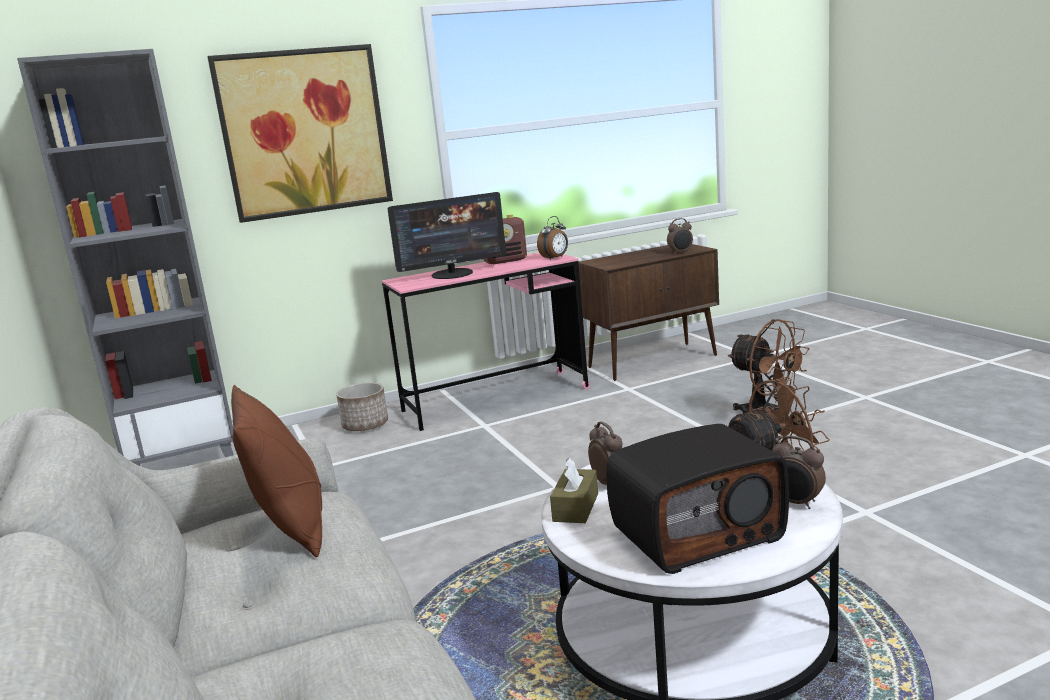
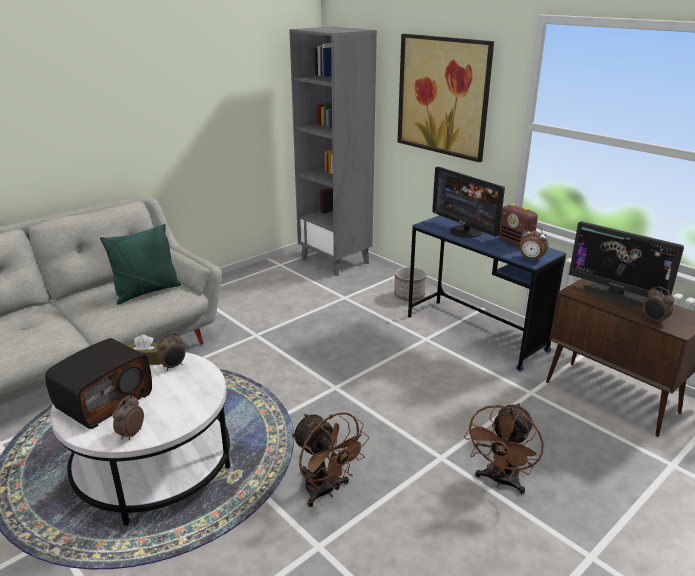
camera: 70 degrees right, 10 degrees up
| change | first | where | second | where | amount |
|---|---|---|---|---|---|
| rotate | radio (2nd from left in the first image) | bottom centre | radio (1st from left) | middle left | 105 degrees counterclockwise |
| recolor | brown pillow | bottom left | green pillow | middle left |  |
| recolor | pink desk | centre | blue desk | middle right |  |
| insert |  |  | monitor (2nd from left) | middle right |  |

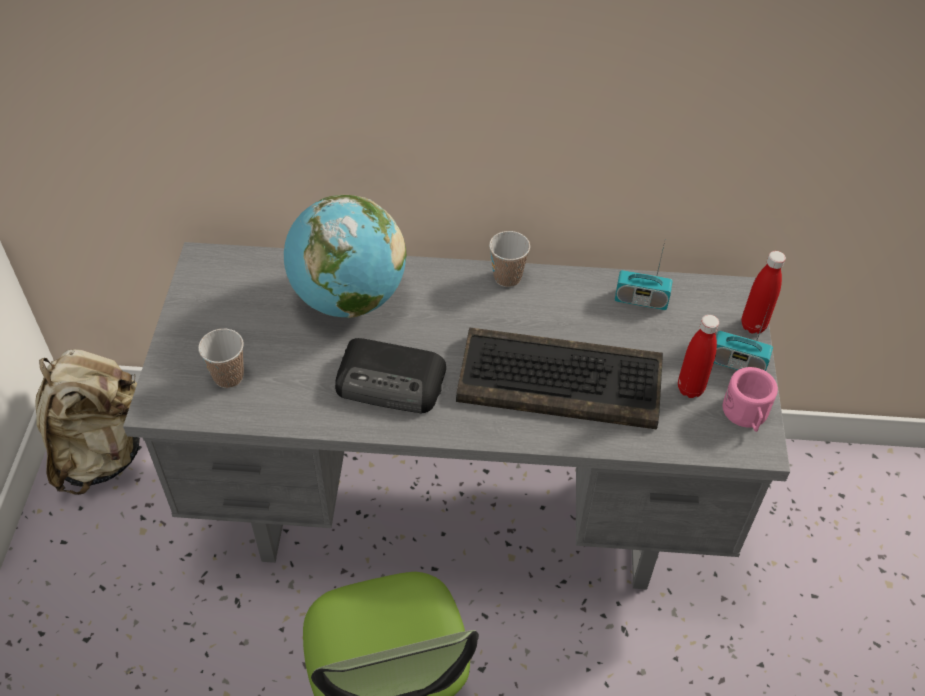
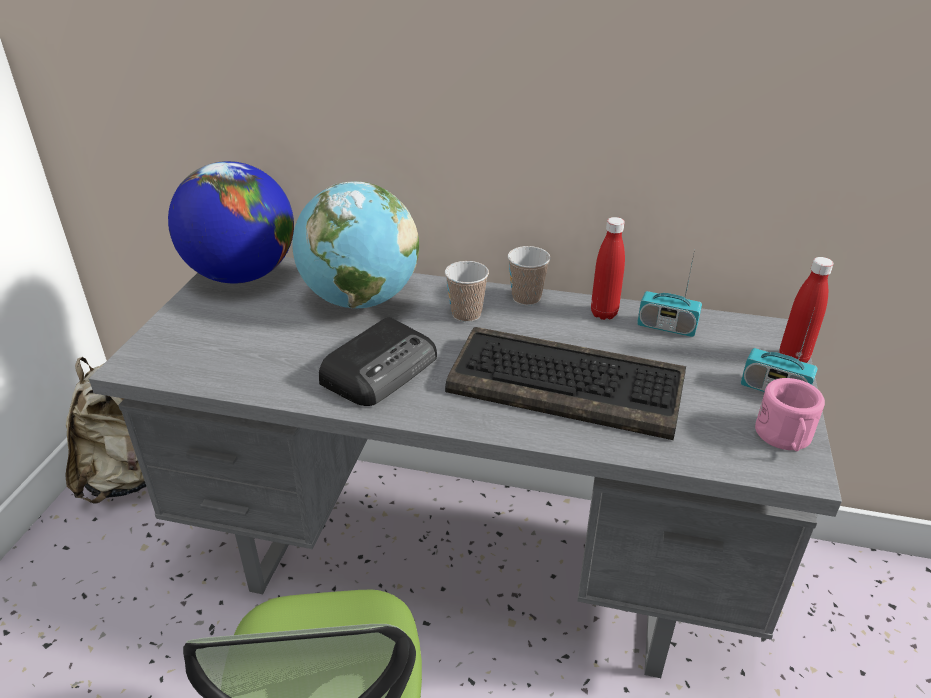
camera: 10 degrees right, 15 degrees down
| change | first | where | second | where | amount |
|---|---|---|---|---|---|
| insert |  |  | globe (1st from left) | top left |  |
| rotate | radio (1st from left) | centre |  | centre | 75 degrees counterclockwise |
| move | cup (1st from left) | middle left |  | centre |  |
| move | red bottle (1st from left) | middle right |  | centre |  |

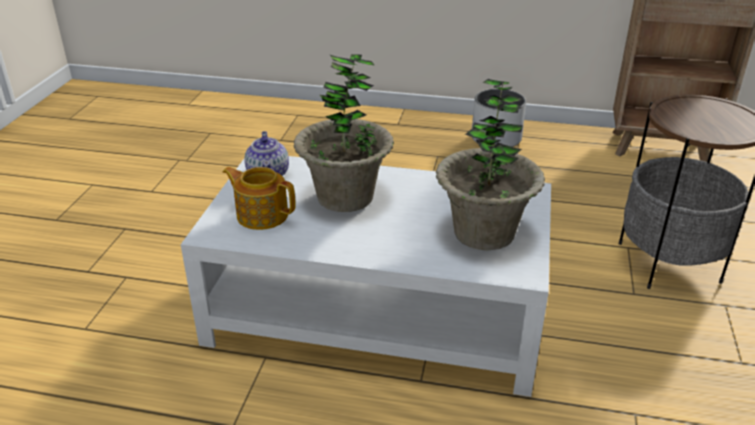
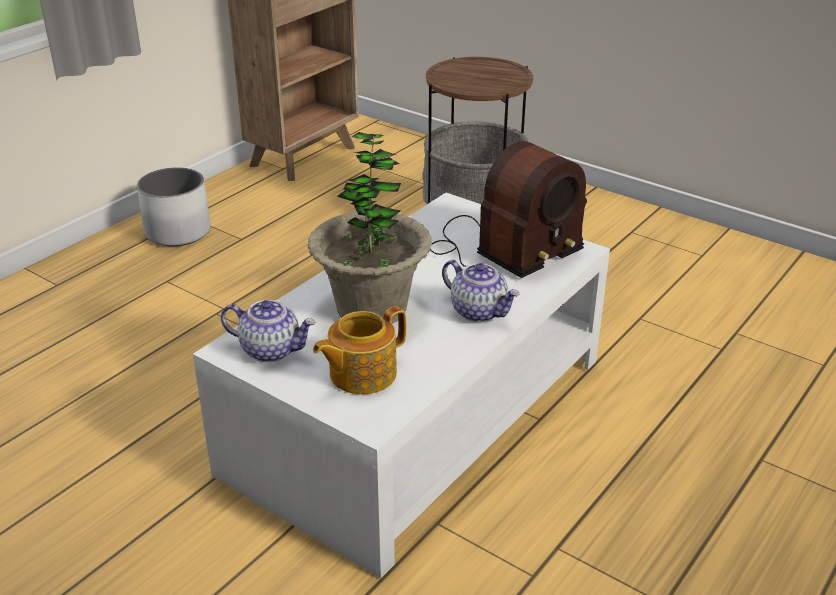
camera: 65 degrees left, 0 degrees up
| change | first | where | second | where | amount |
|---|---|---|---|---|---|
| replace | potted plant (2nd from left) | centre | radio | centre |  |
| insert |  |  | teapot (3rd from left) | centre |  |

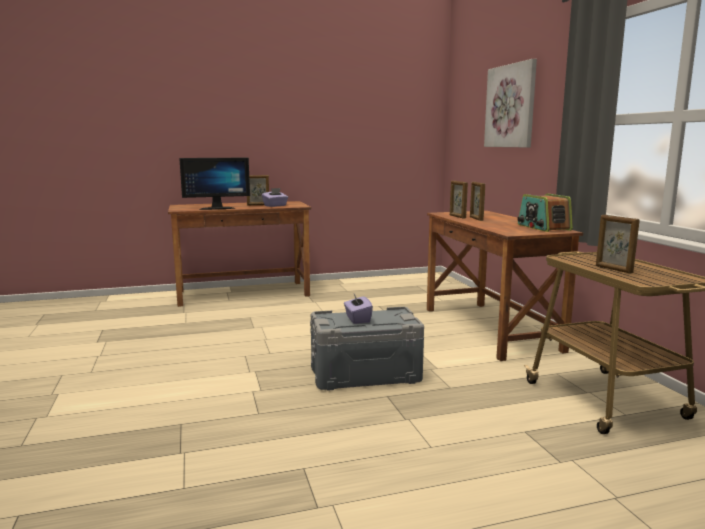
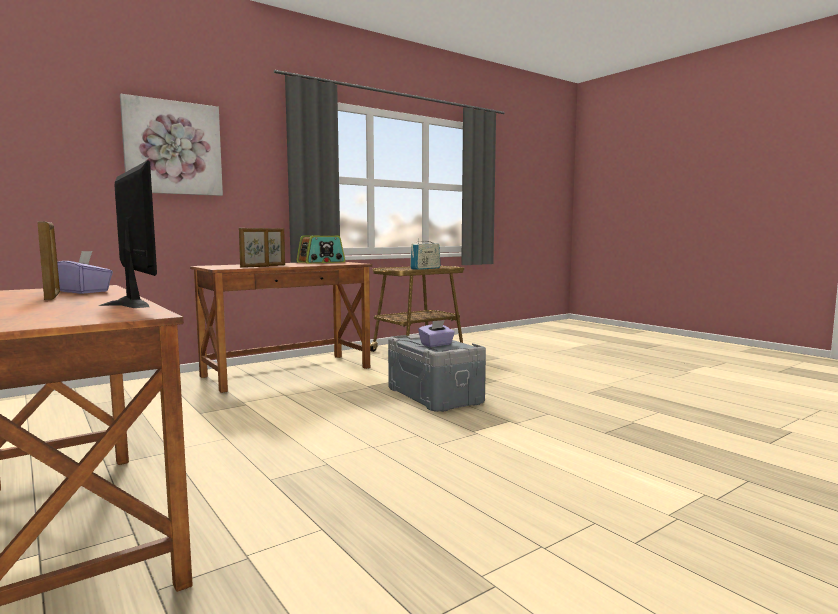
camera: 110 degrees left, 5 degrees down
| change | first | where | second | where | amount |
|---|---|---|---|---|---|
| replace | picture frame (4th from left) | middle right | radio (2nd from left) | centre |  |

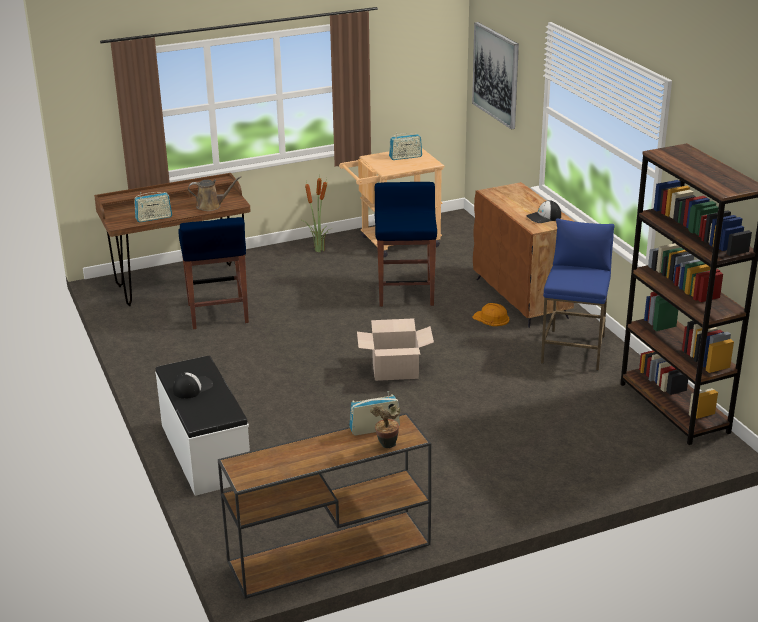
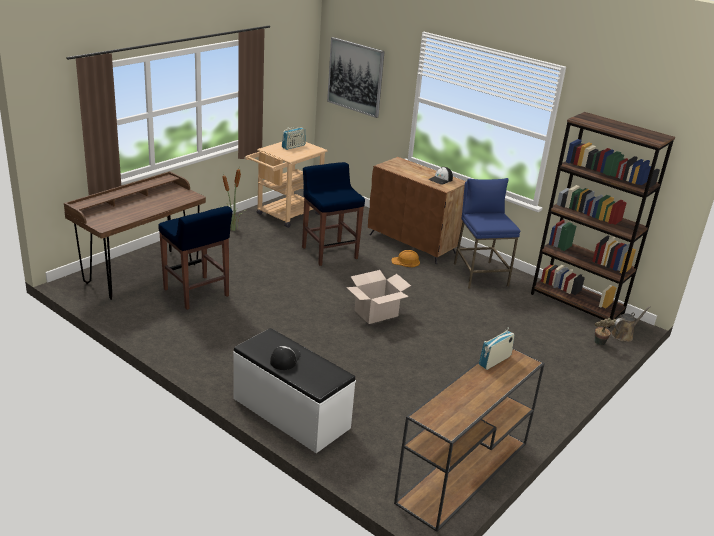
camera: 30 degrees left, 0 degrees up
| change | first | where | second | where | amount |
|---|---|---|---|---|---|
| move | potted plant (2nd from left) | bottom centre |  | middle right |  |
| move | brown watering can | top left |  | middle right |  |
| delete | radio (1st from left) | top left |  |  |  |

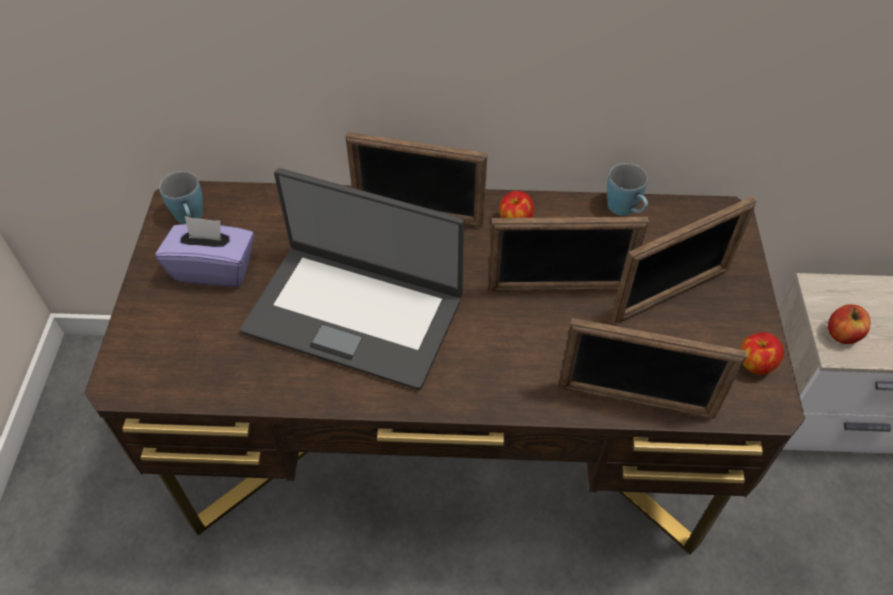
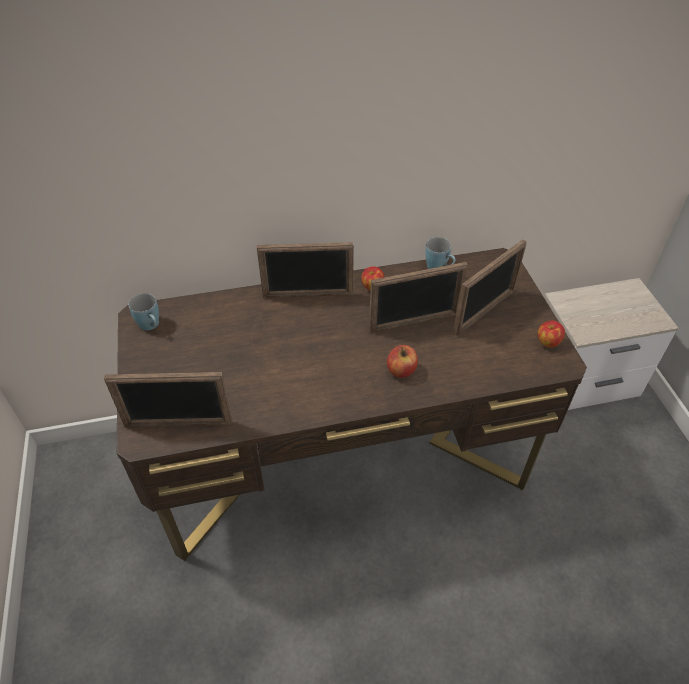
camera: 15 degrees left, 5 degrees down
| change | first | where | second | where | amount |
|---|---|---|---|---|---|
| move | picture frame (3rd from left in the first image) | middle right | picture frame (1st from left) | middle left |  |
| move | apple (3rd from left in the first image) | middle right | apple (2nd from left) | centre |  |
| delete | purple tissue box | middle left |  |  |  |
| delete | laptop | centre |  |  |  |

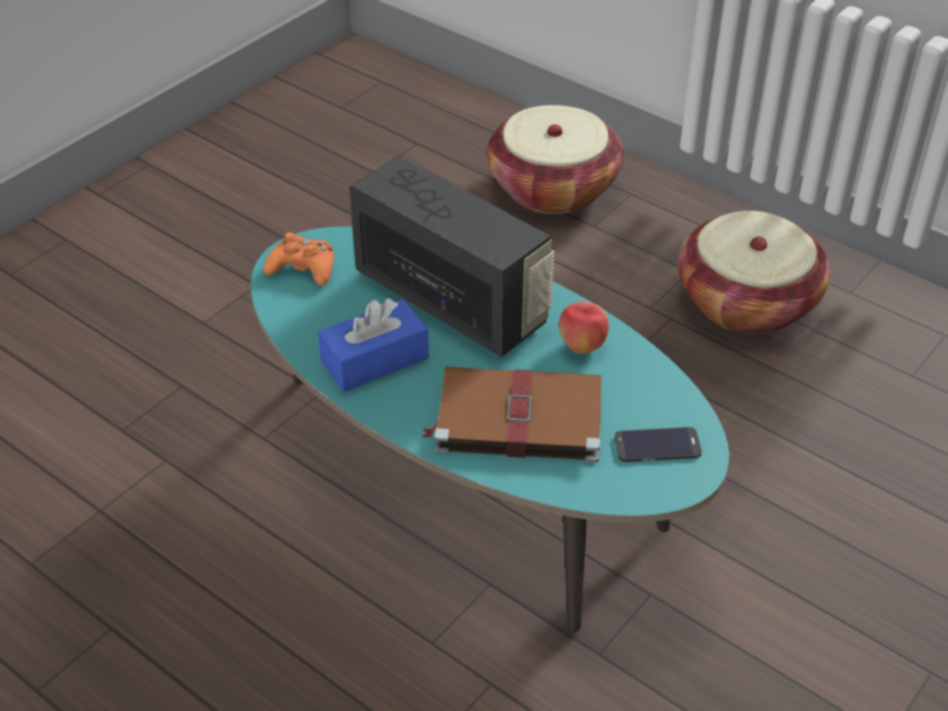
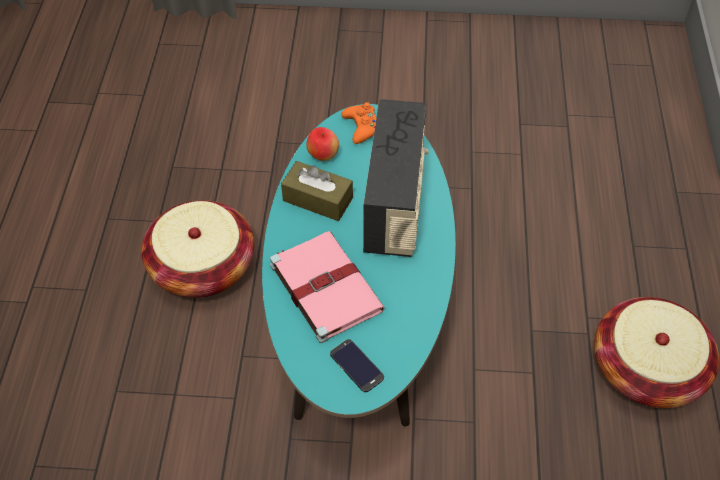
camera: 55 degrees right, 10 degrees up
| change | first | where | second | where | amount |
|---|---|---|---|---|---|
| move | basket (1st from left) | top centre |  | middle left |  |
| recolor | brown book | centre | pink book | centre |  |
| recolor | blue tissue box | centre | brown tissue box | centre |  |
| move | apple | centre |  | top centre |  |

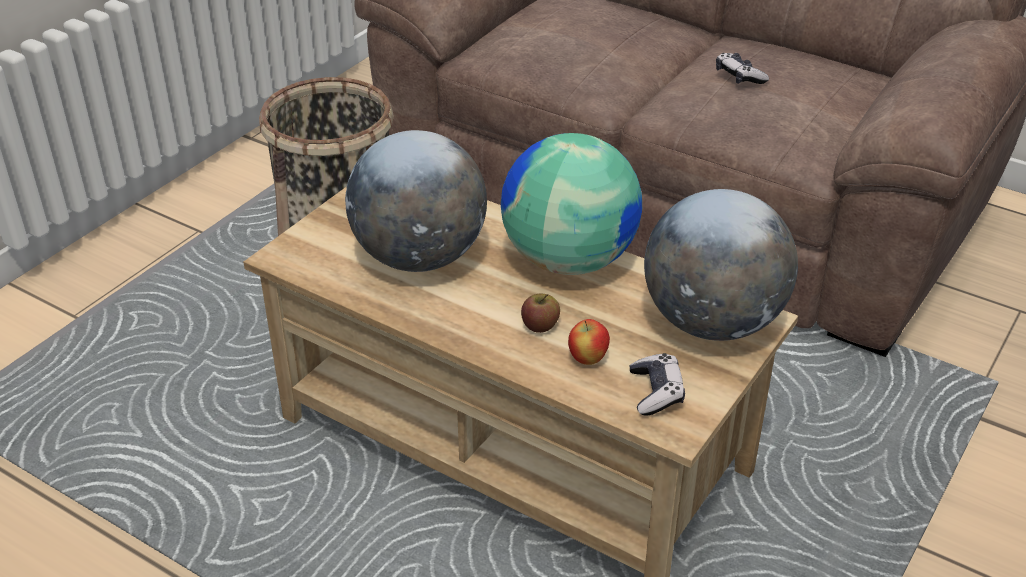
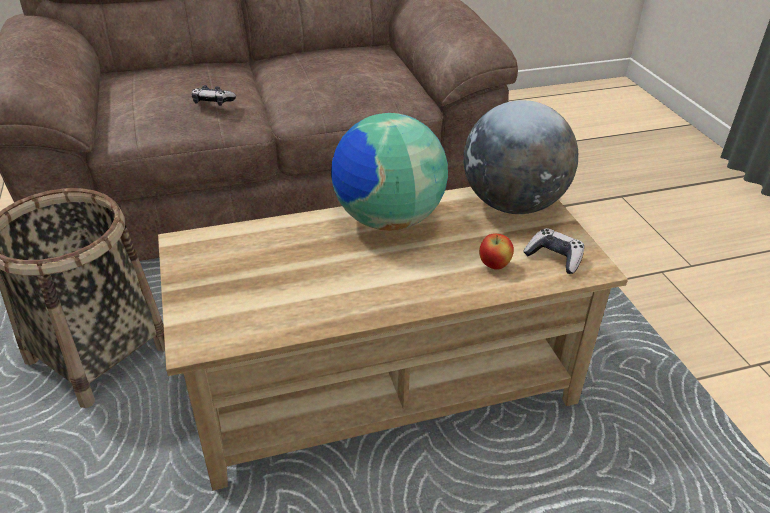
camera: 50 degrees left, 0 degrees up
| change | first | where | second | where | amount |
|---|---|---|---|---|---|
| move | game controller (2nd from left in the first image) | top right | game controller (1st from left) | top left |  |
| delete | globe (1st from left) | centre |  |  |  |
| delete | apple (1st from left) | centre |  |  |  |

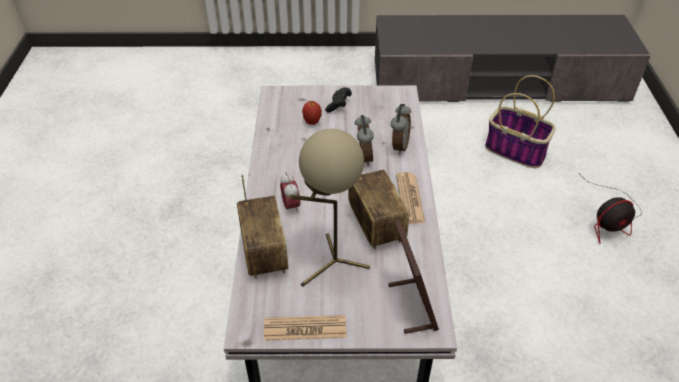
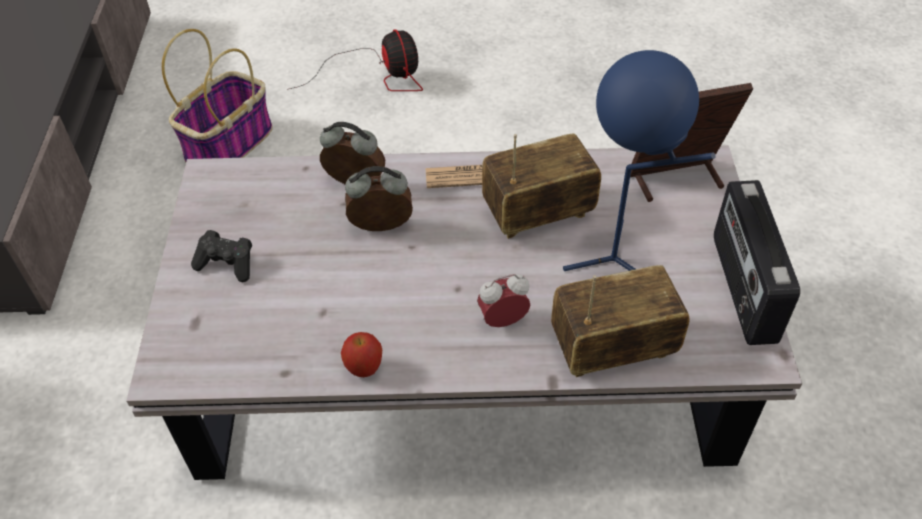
camera: 90 degrees left, 5 degrees up
| change | first | where | second | where | amount |
|---|---|---|---|---|---|
| move | apple | top centre |  | bottom centre |  |
| recolor | beige table lamp | centre | blue table lamp | top right |  |
| replace | newspaper (1st from left) | bottom centre | radio (3rd from left) | middle right |  |

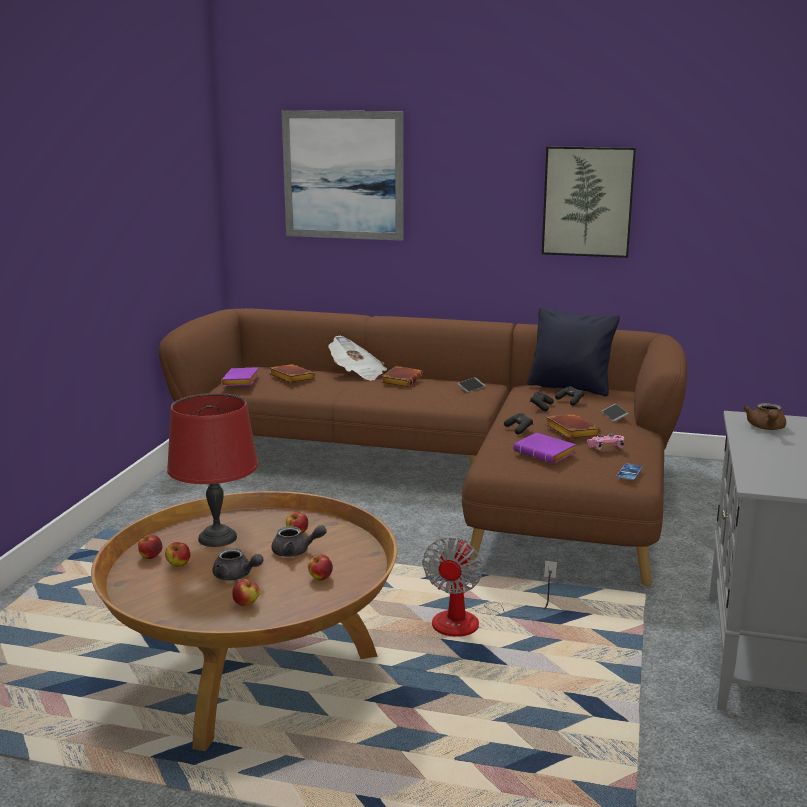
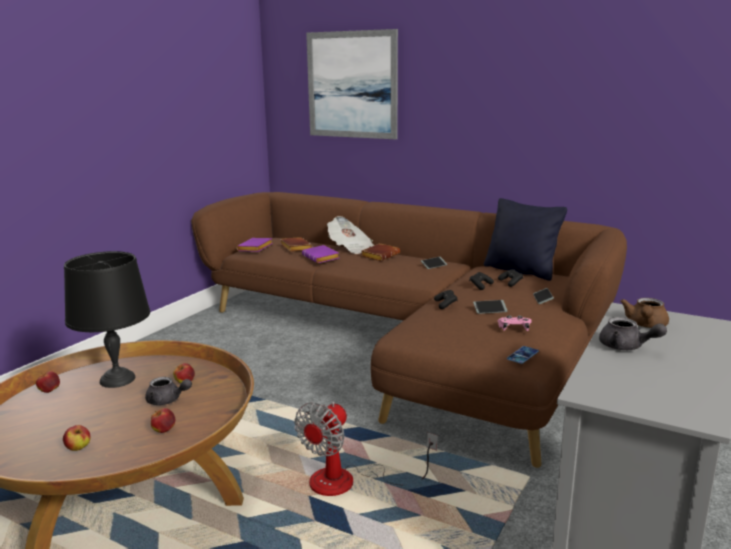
camera: 15 degrees right, 0 degrees up
| change | first | where | second | where | amount |
|---|---|---|---|---|---|
| recolor | red table lamp | middle left | black table lamp | middle left |  |
| move | purple book (2nd from left) | middle right |  | centre |  |
| replace | brown book (3rd from left) | middle right | phone (2nd from left) | middle right |  |
| move | grey teapot (1st from left in the first image) | bottom left | grey teapot (2nd from left) | middle right |  |
| delete | apple (2nd from left) | bottom left |  |  |  |
| delete | picture (2nd from left) | top right |  |  |  |

